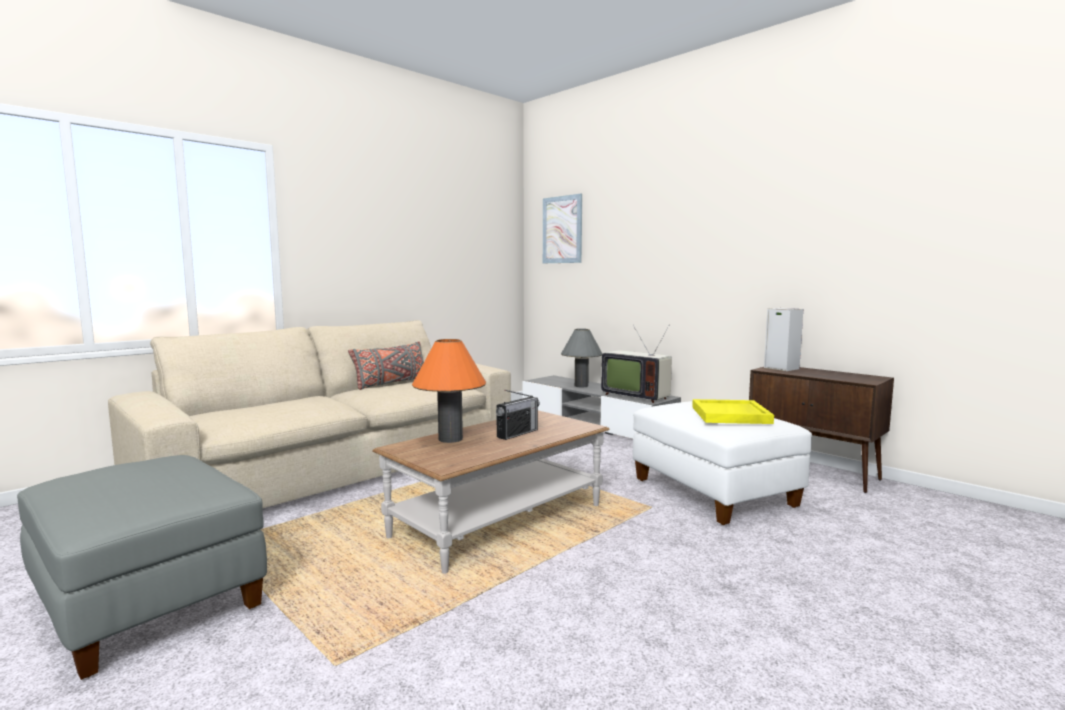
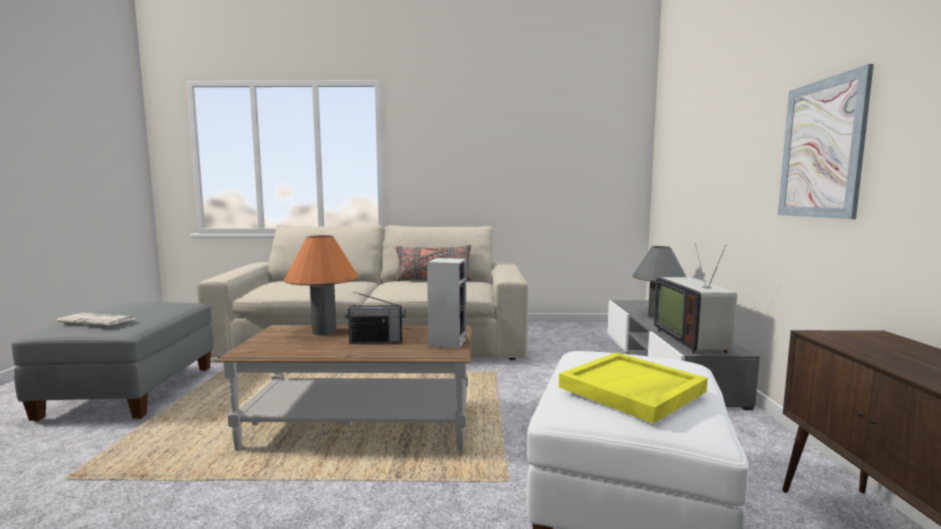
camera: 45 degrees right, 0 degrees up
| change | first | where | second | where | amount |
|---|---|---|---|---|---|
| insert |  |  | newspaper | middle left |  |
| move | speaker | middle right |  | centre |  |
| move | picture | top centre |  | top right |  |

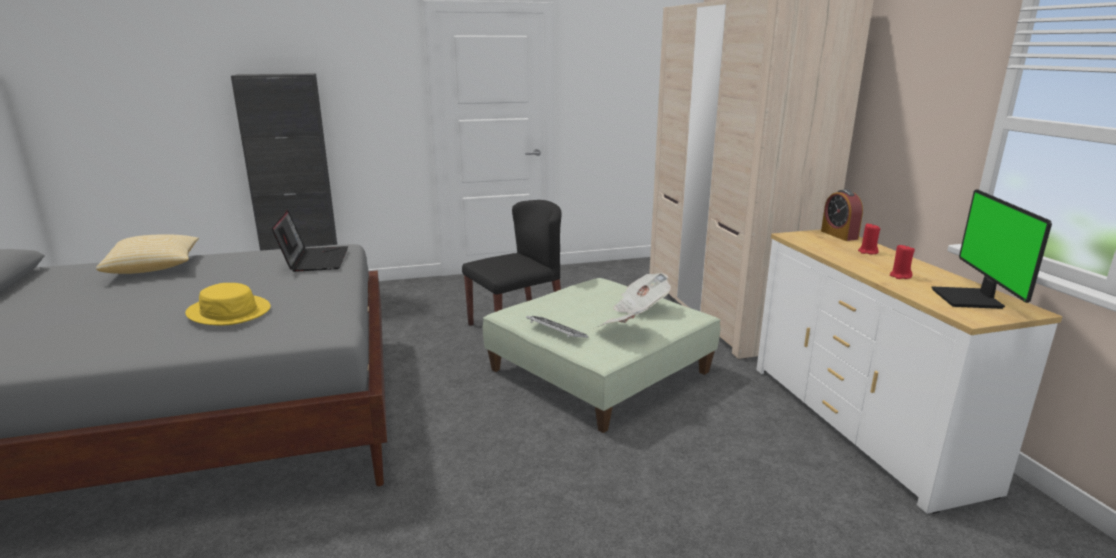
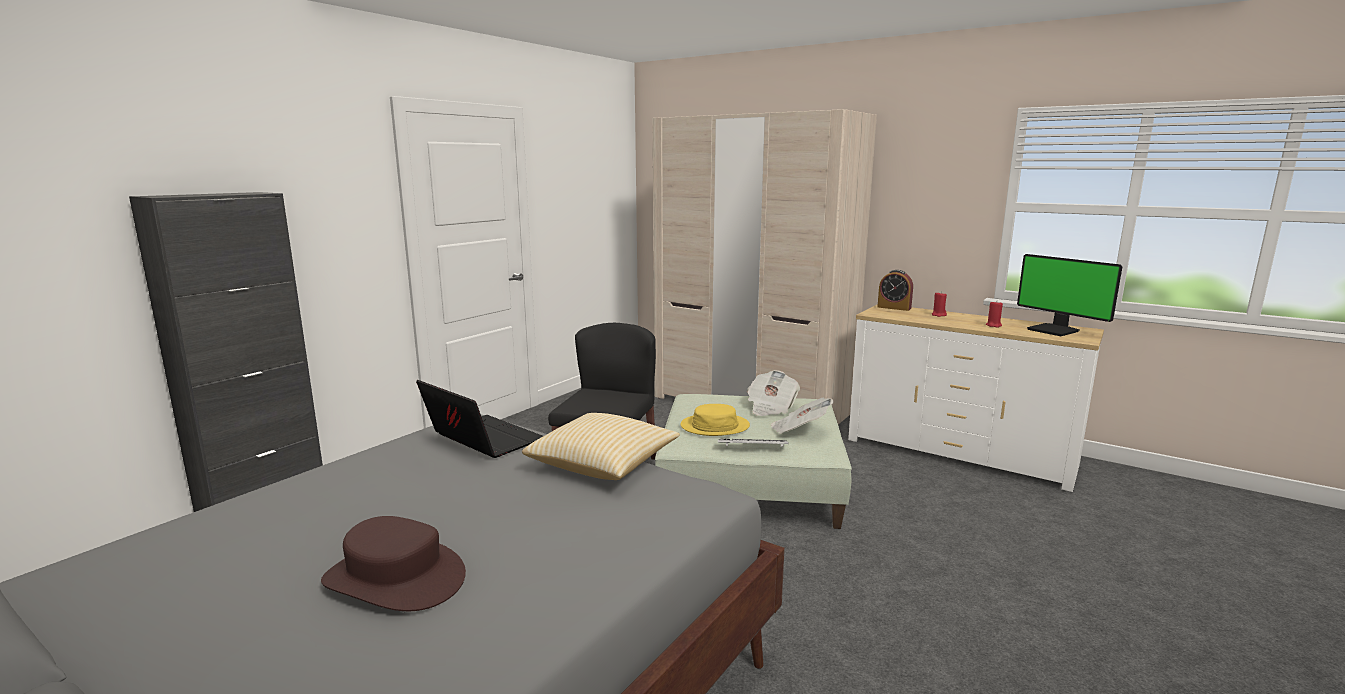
camera: 40 degrees left, 5 degrees down
| change | first | where | second | where | amount |
|---|---|---|---|---|---|
| insert |  |  | brown hat | bottom left |  |
| move | pillow | middle left |  | centre |  |
| move | yellow hat | middle left |  | centre |  |

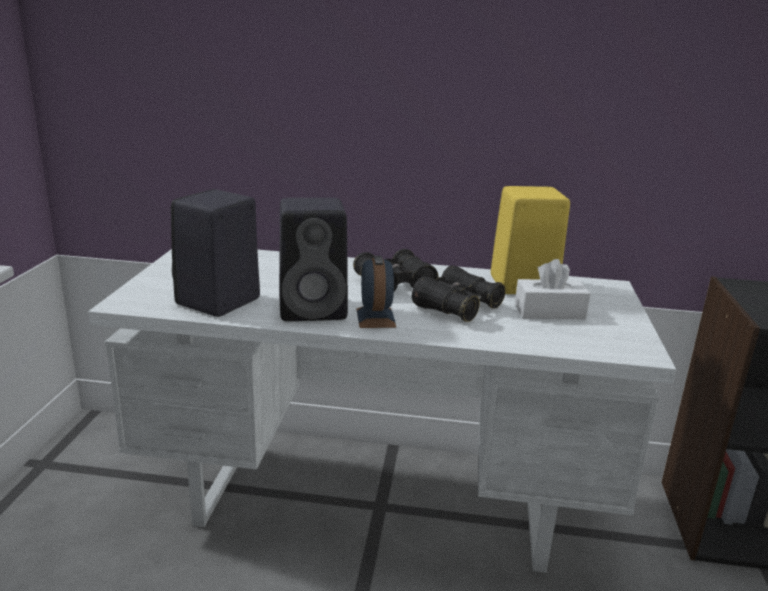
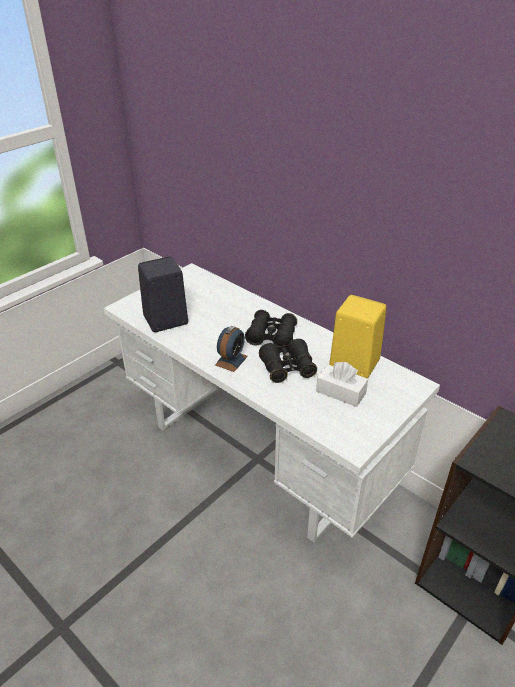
camera: 35 degrees right, 15 degrees up
| change | first | where | second | where | amount |
|---|---|---|---|---|---|
| delete | black speaker (2nd from left) | centre |  |  |  |

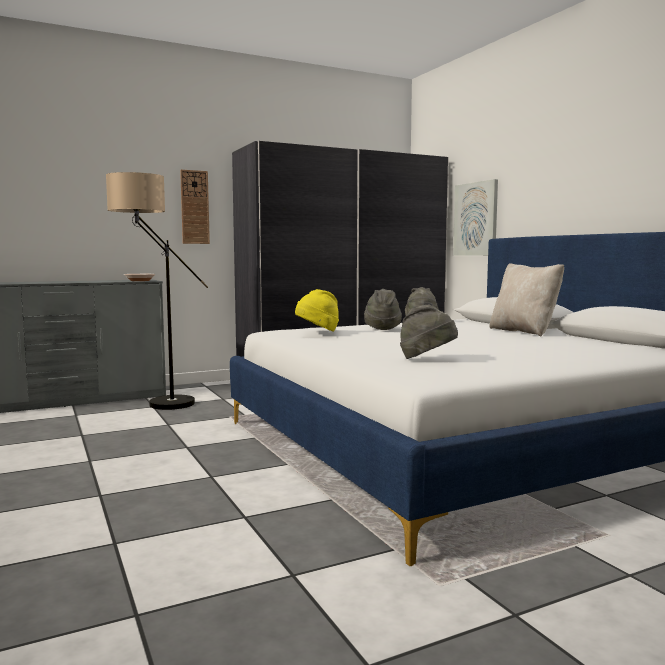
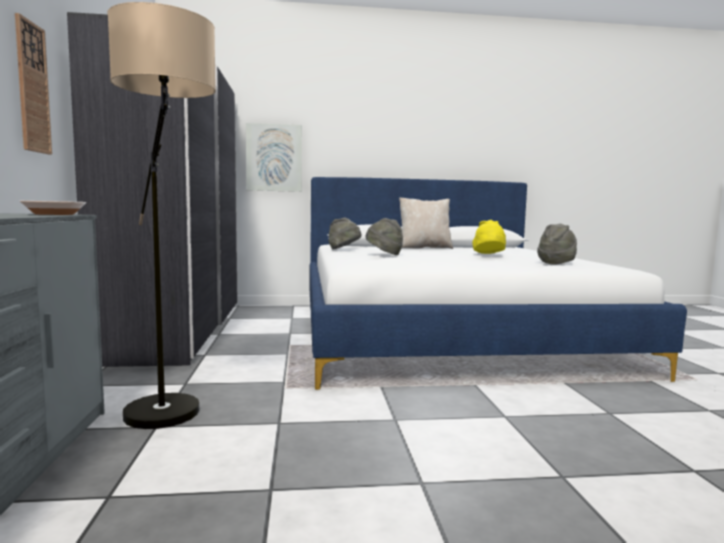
camera: 70 degrees left, 0 degrees up
| change | first | where | second | where | amount |
|---|---|---|---|---|---|
| move | yellow hat | centre |  | middle right |  |

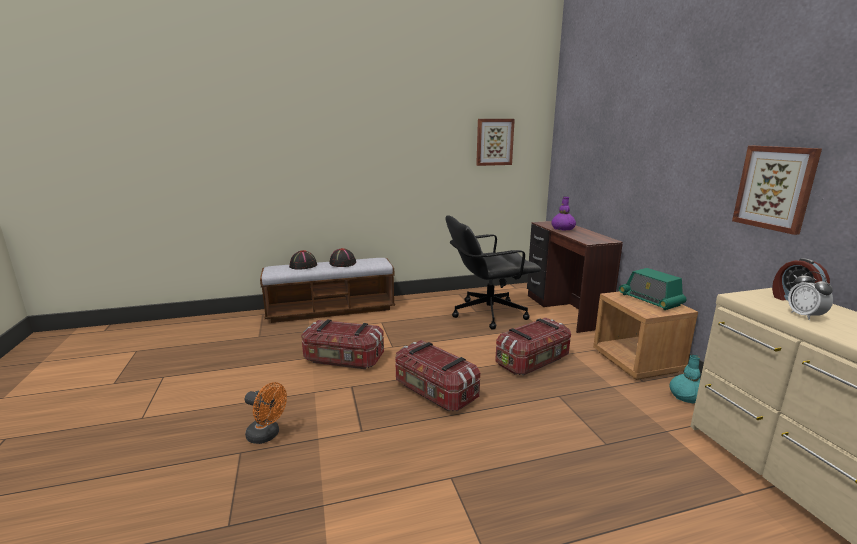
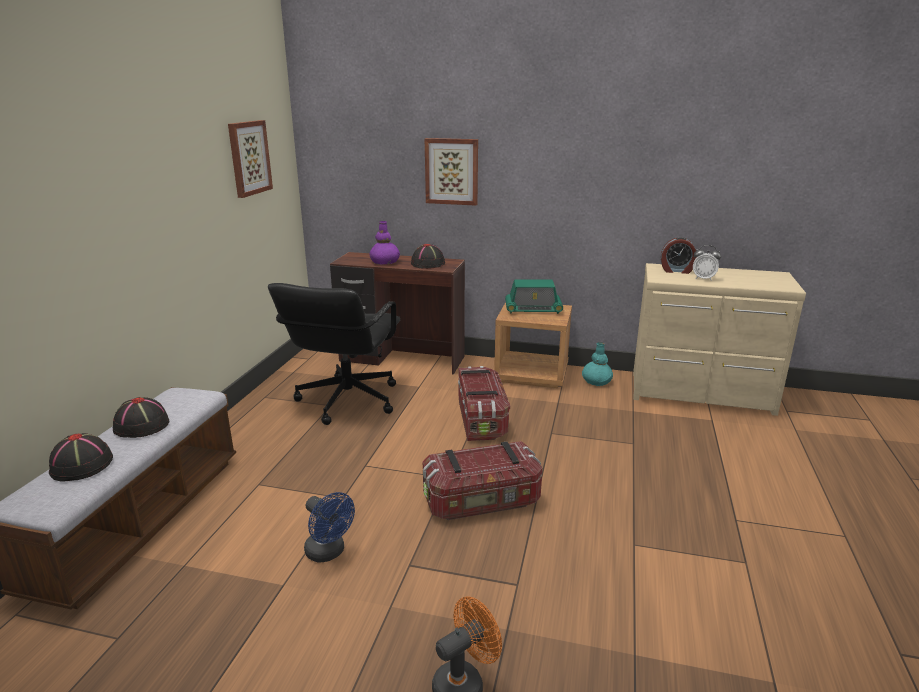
camera: 60 degrees left, 5 degrees up
| change | first | where | second | where | amount |
|---|---|---|---|---|---|
| replace | storage box (1st from left) | centre | blue fan | bottom centre |  |
| insert |  |  | black hat (3rd from left) | centre |  |
| move | picture (2nd from left) | middle right |  | top centre |  |

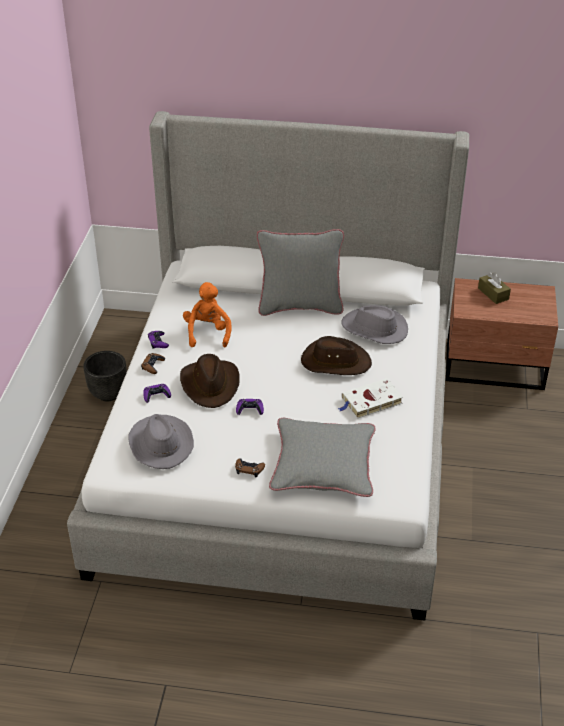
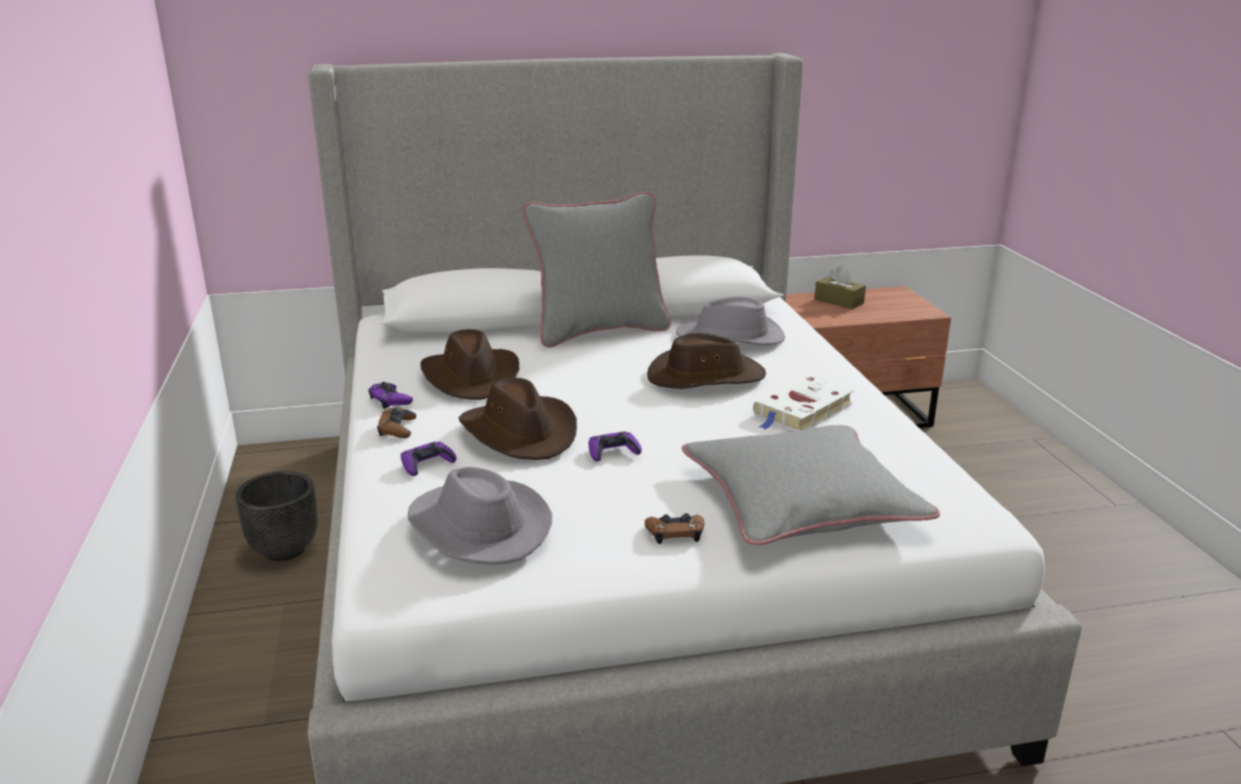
camera: 20 degrees left, 15 degrees down
| change | first | where | second | where | amount |
|---|---|---|---|---|---|
| replace | orange plush toy | centre | brown hat (1st from left) | centre |  |

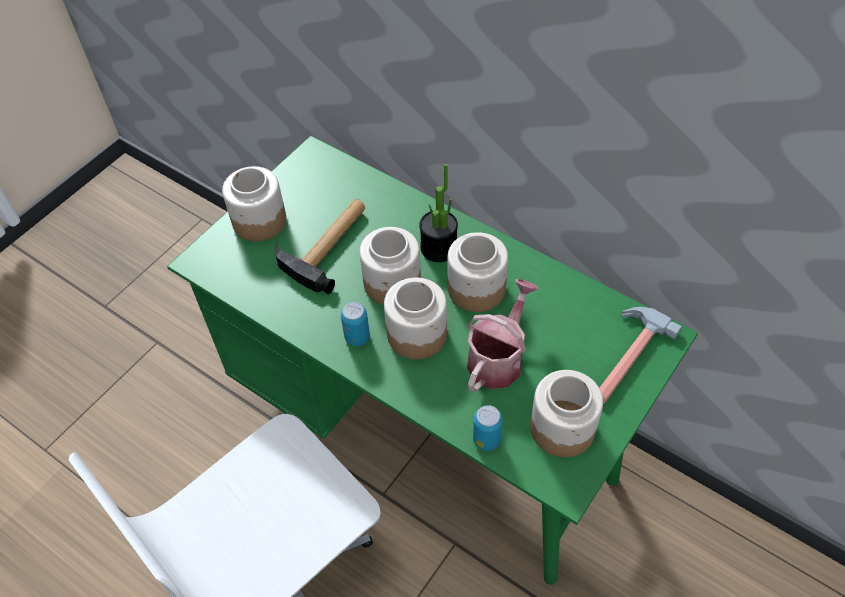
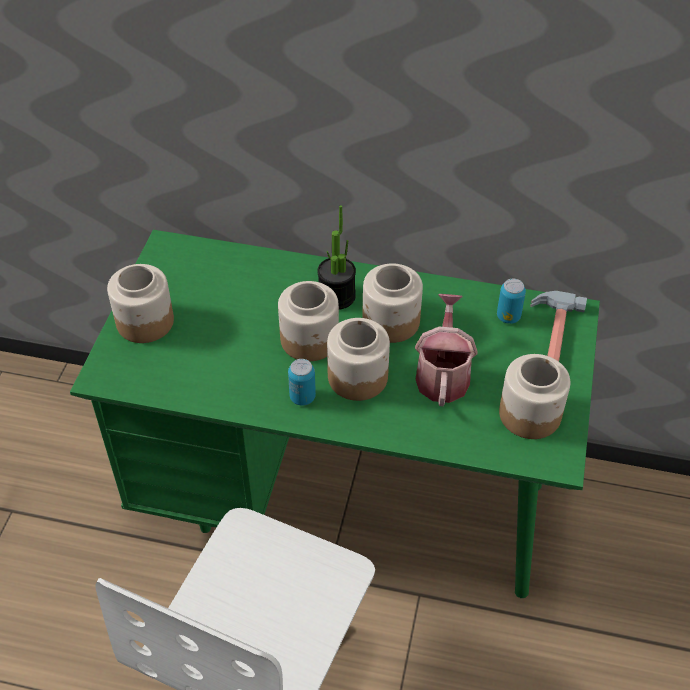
camera: 25 degrees left, 5 degrees down
| change | first | where | second | where | amount |
|---|---|---|---|---|---|
| move | can (2nd from left) | bottom centre |  | middle right |  |
| delete | hammer (1st from left) | centre |  |  |  |

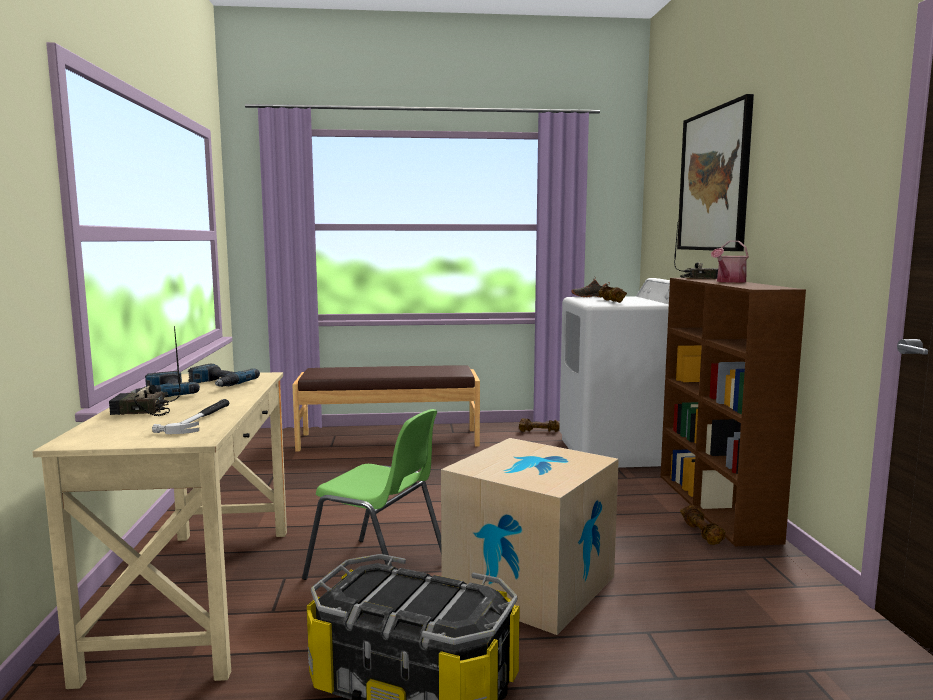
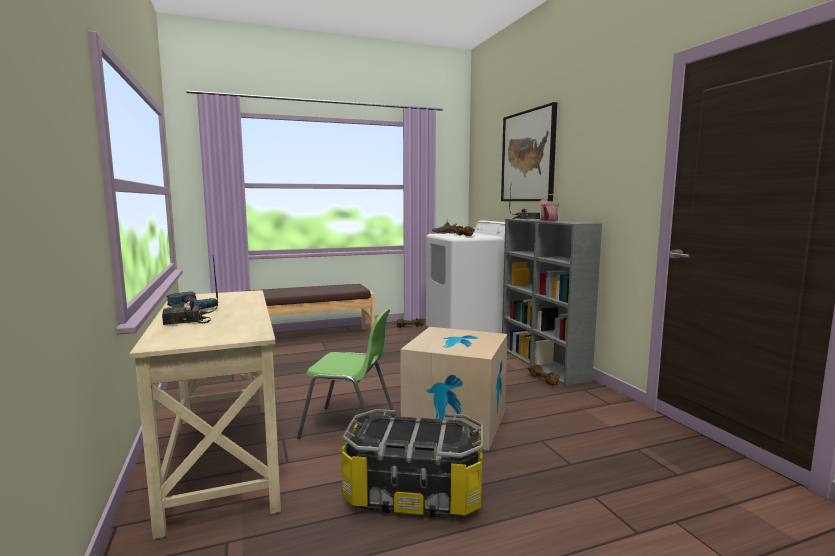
camera: 15 degrees left, 0 degrees up
| change | first | where | second | where | amount |
|---|---|---|---|---|---|
| recolor | brown bookcase | middle right | grey bookcase | centre |  |
| delete | hammer | middle left |  |  |  |
| delete | power drill (2nd from left) | middle left |  |  |  |

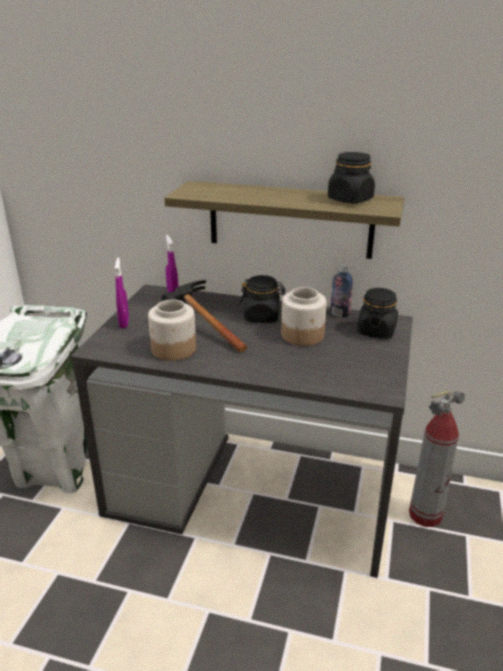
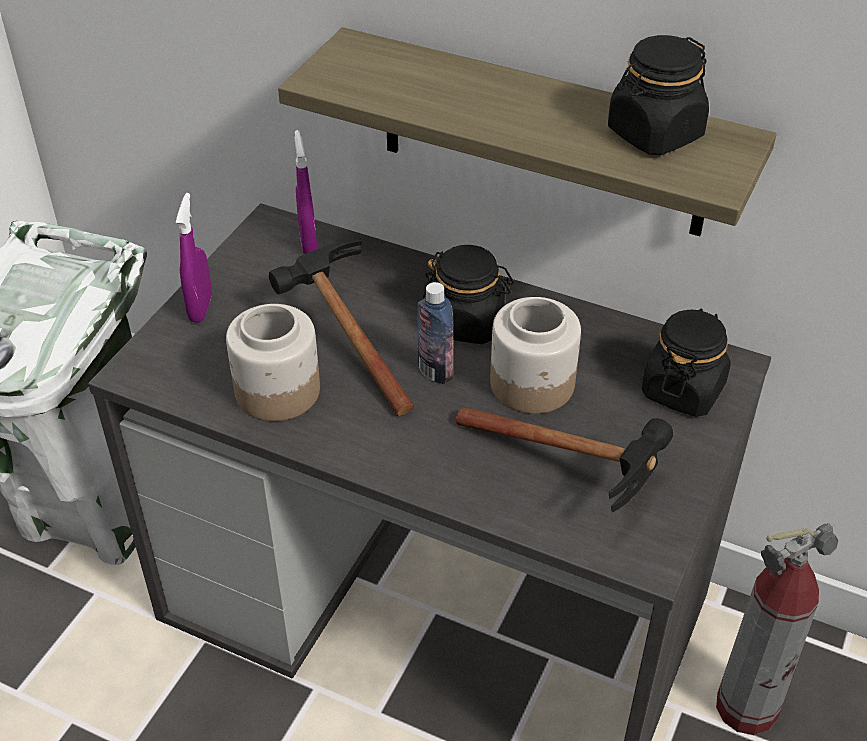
camera: 10 degrees right, 15 degrees up
| change | first | where | second | where | amount |
|---|---|---|---|---|---|
| move | bottle | middle right |  | centre |  |
| insert |  |  | hammer (2nd from left) | centre |  |

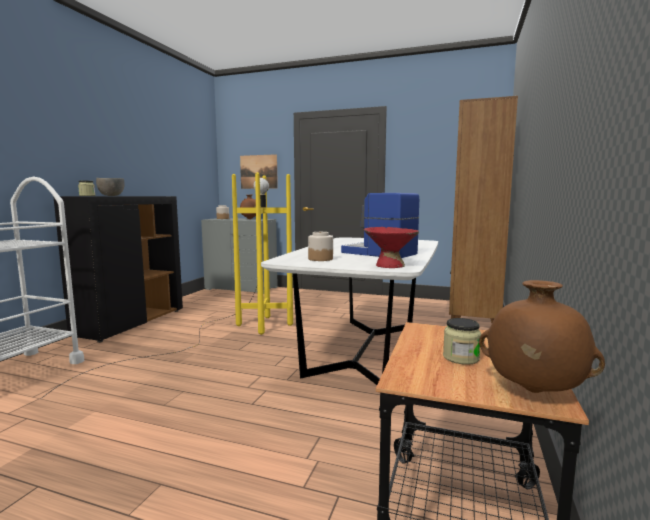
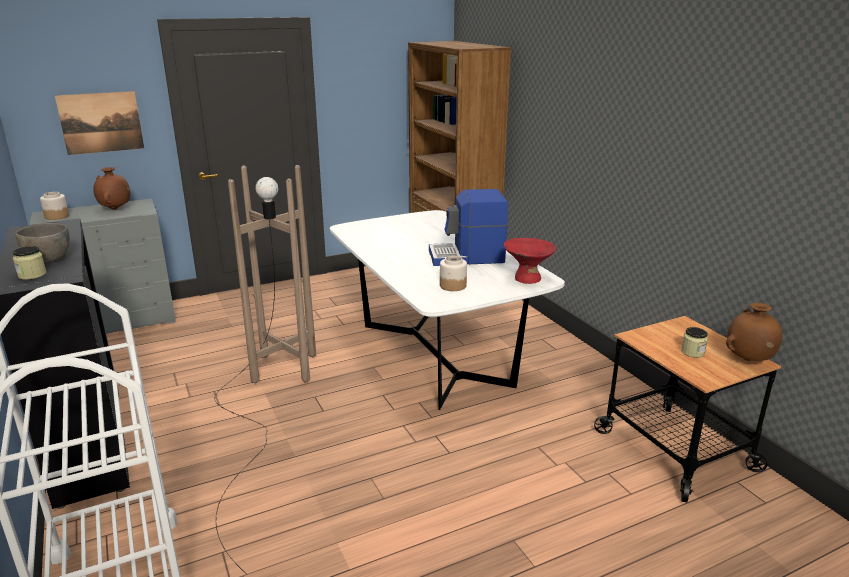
camera: 45 degrees left, 15 degrees up
| change | first | where | second | where | amount |
|---|---|---|---|---|---|
| recolor | yellow floor lamp | middle left | brown floor lamp | middle left |  |

